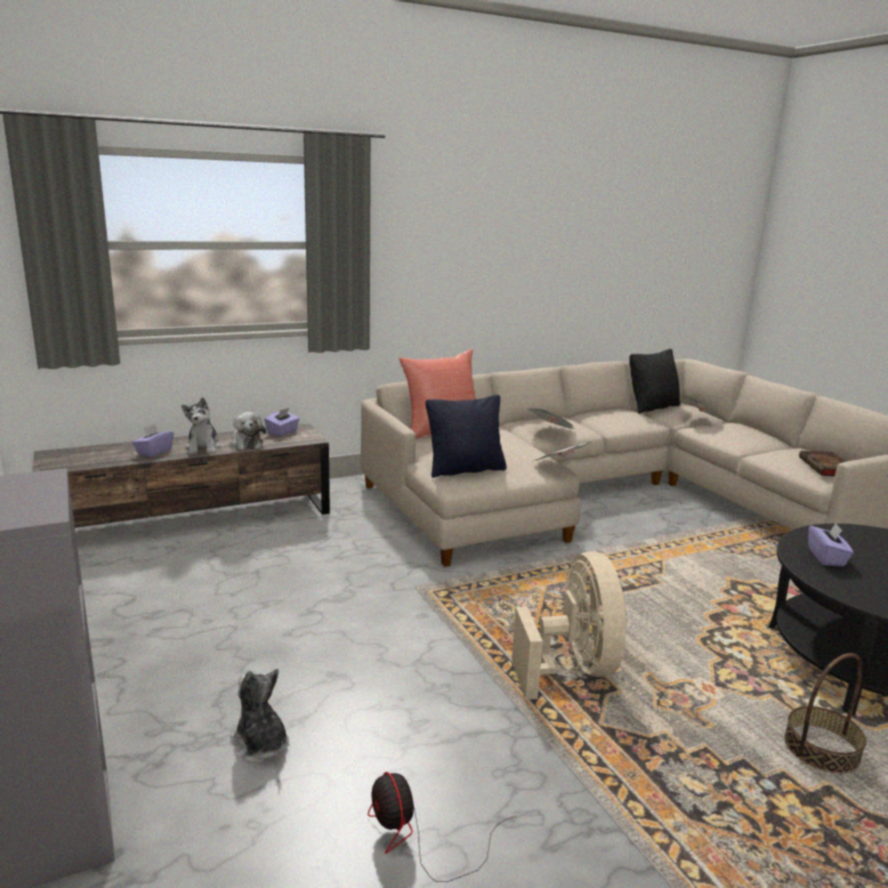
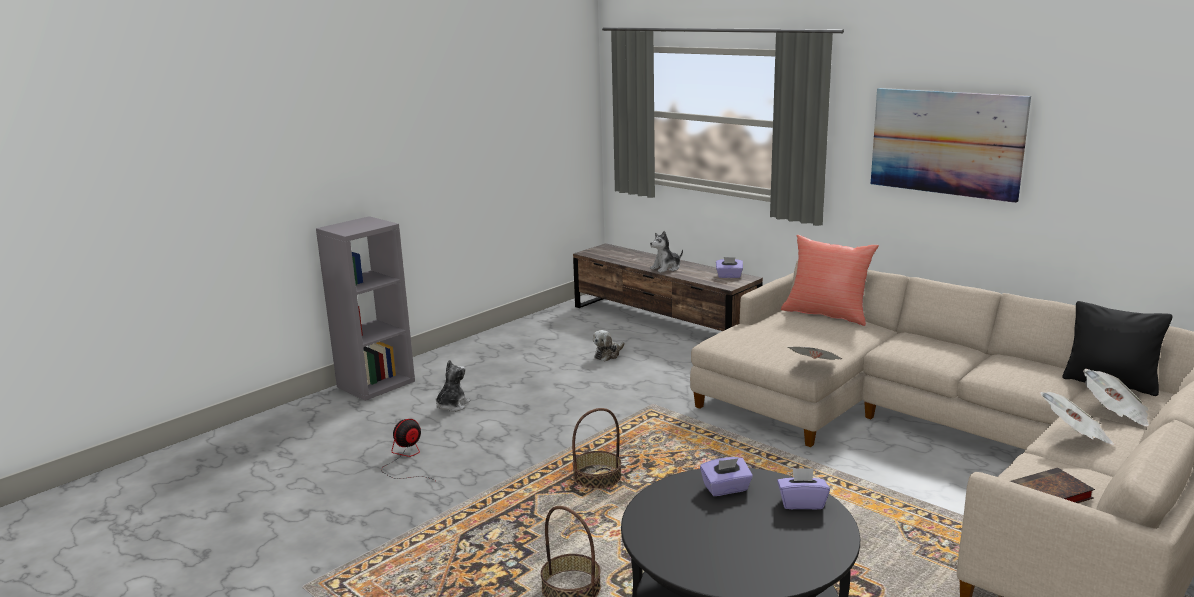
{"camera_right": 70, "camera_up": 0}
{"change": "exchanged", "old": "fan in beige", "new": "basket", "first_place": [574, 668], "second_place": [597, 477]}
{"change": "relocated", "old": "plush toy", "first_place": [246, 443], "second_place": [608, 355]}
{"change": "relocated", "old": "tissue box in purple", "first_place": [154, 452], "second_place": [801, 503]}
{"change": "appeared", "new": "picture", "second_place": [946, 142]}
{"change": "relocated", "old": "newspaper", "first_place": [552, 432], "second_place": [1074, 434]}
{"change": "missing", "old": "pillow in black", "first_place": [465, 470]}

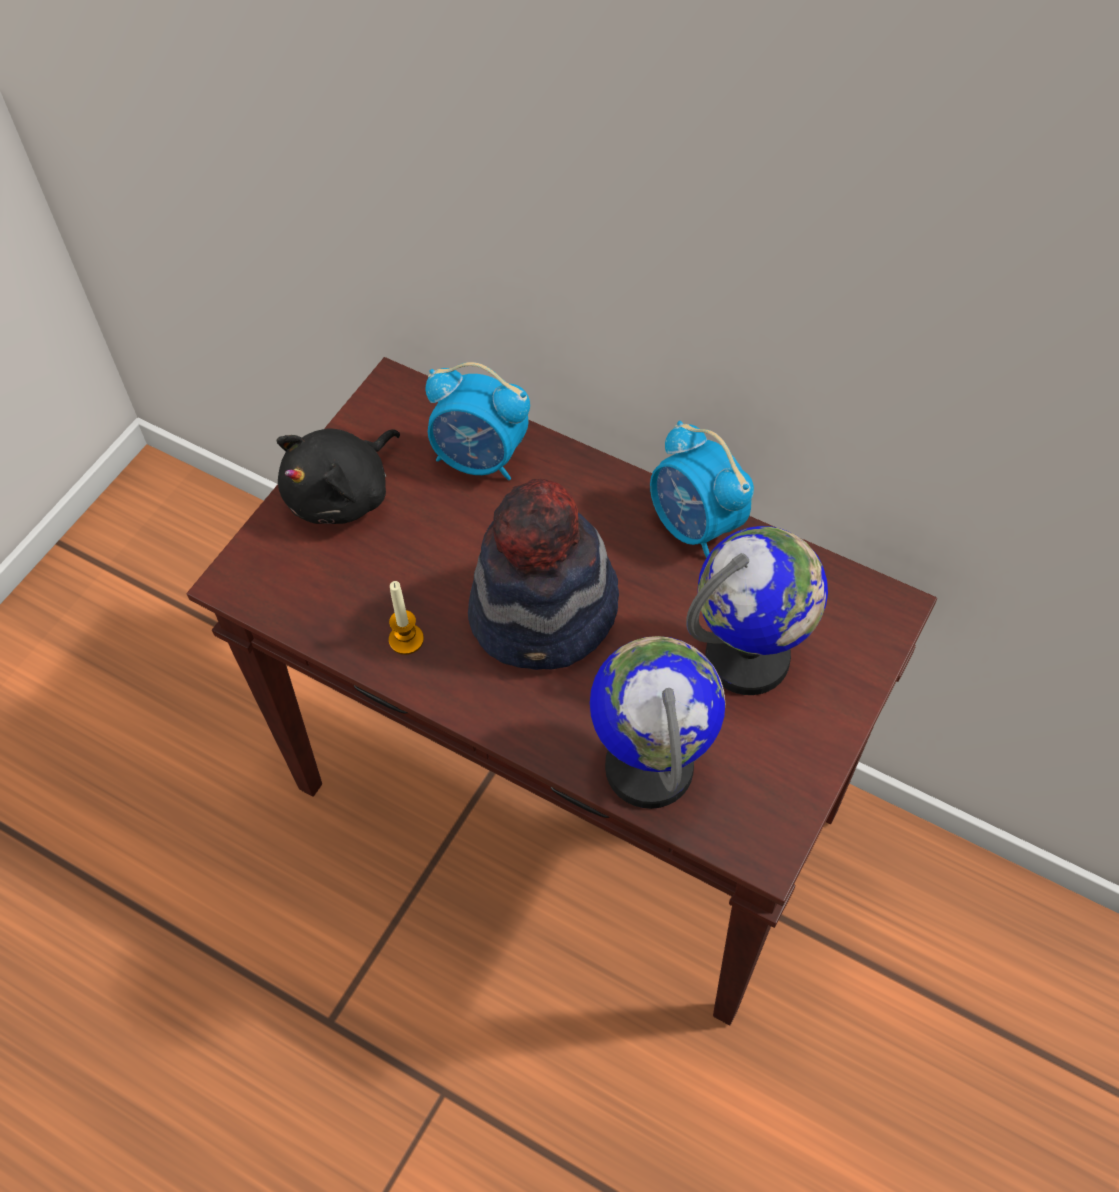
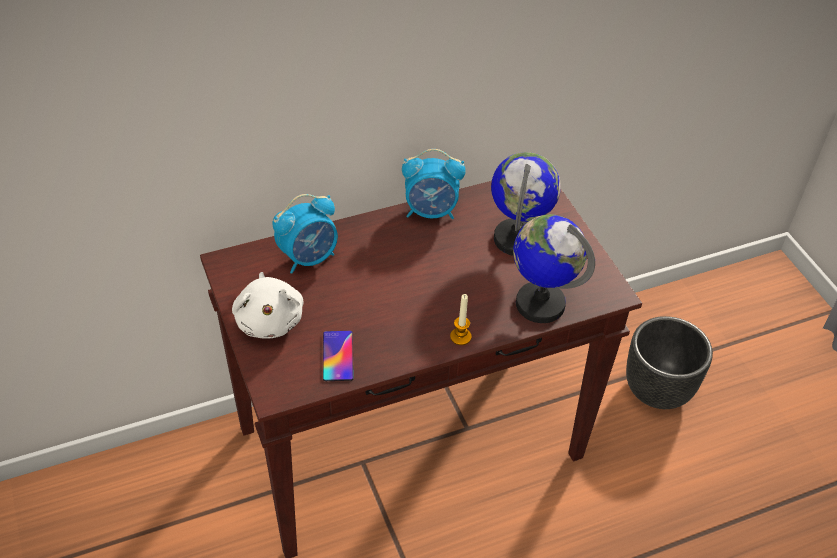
{"camera_right": -55, "camera_up": -10}
{"change": "colour", "old": "plush toy in black", "new": "plush toy in white", "first_place": [343, 494], "second_place": [269, 319]}
{"change": "appeared", "new": "phone", "second_place": [338, 356]}
{"change": "relocated", "old": "candle", "first_place": [406, 639], "second_place": [460, 337]}
{"change": "appeared", "new": "planter in black", "second_place": [657, 389]}
{"change": "missing", "old": "hat", "first_place": [546, 613]}

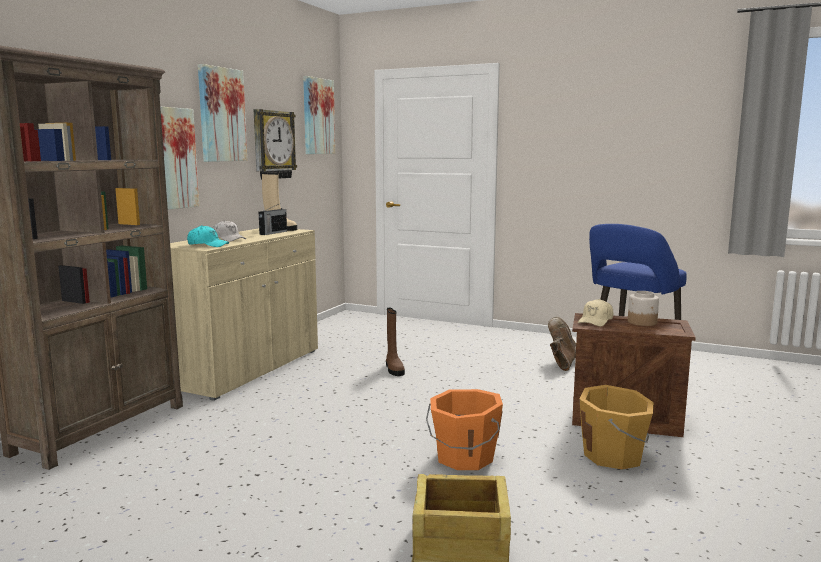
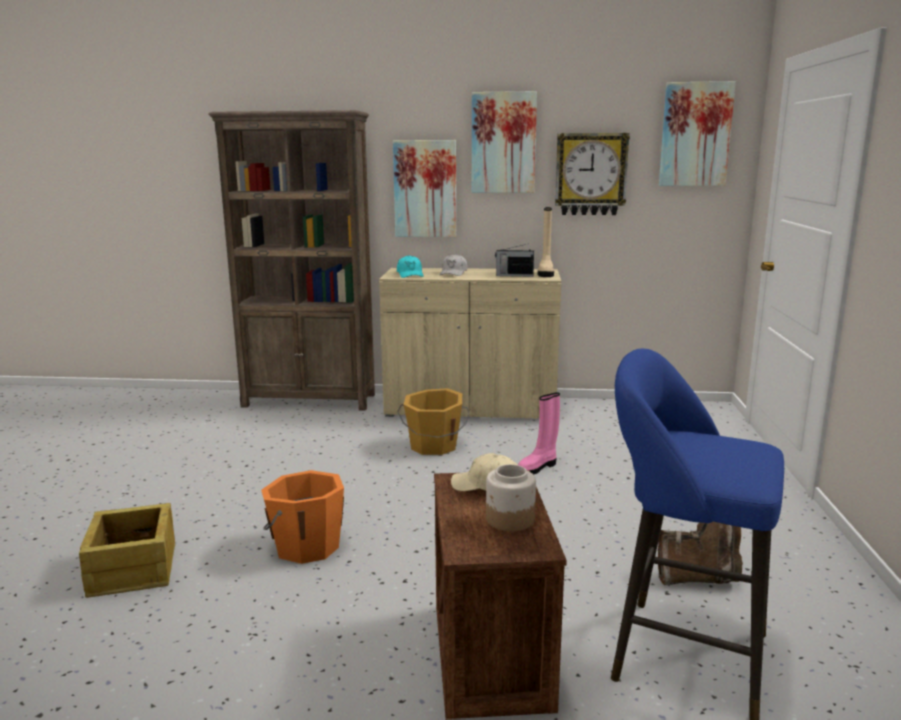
{"camera_right": 70, "camera_up": 5}
{"change": "relocated", "old": "bucket in orange", "first_place": [614, 456], "second_place": [433, 446]}
{"change": "colour", "old": "boot in brown", "new": "boot in pink", "first_place": [394, 369], "second_place": [538, 467]}

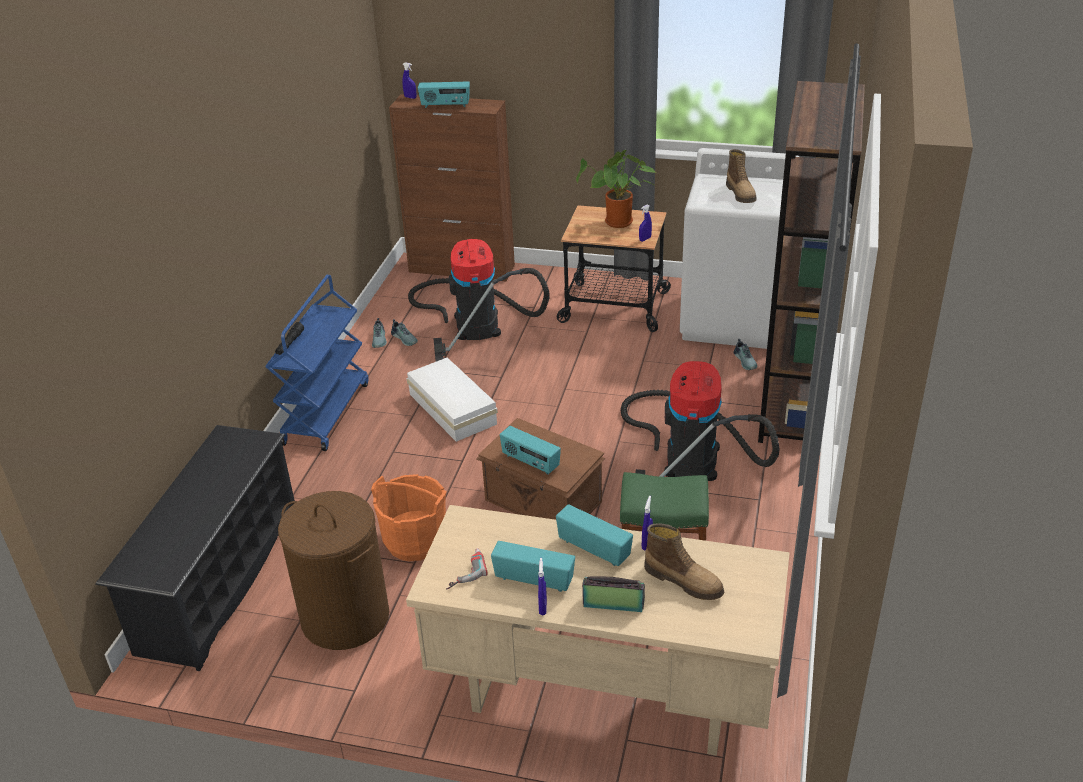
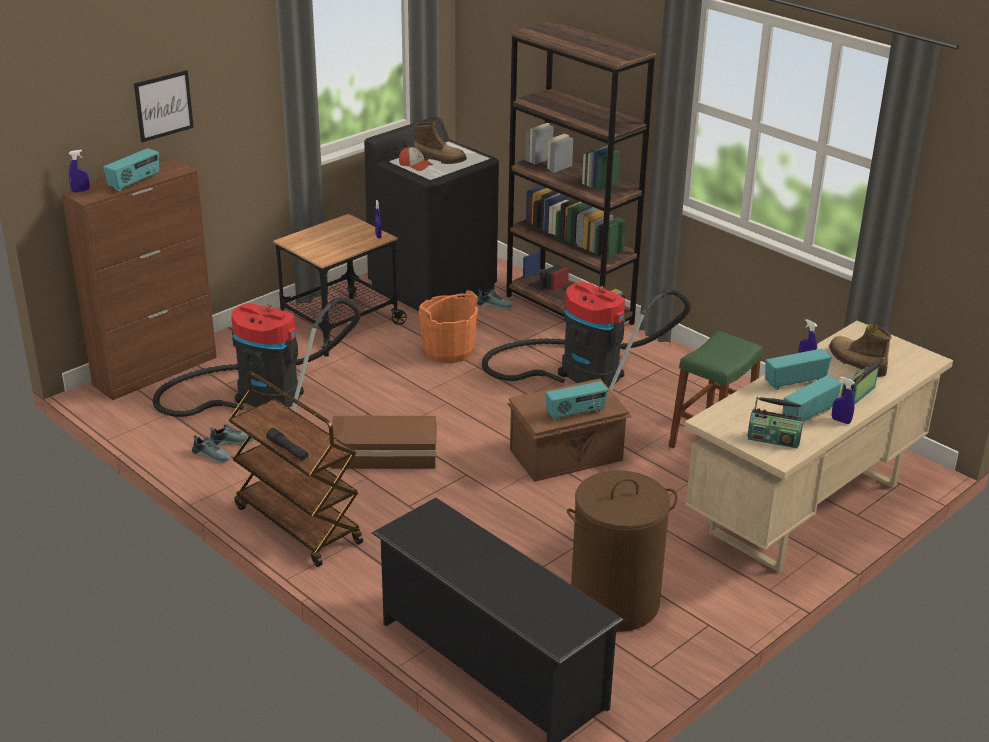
{"camera_right": -60, "camera_up": -5}
{"change": "appeared", "new": "picture", "second_place": [163, 105]}
{"change": "colour", "old": "cart in blue", "new": "cart in brown", "first_place": [325, 413], "second_place": [296, 524]}
{"change": "colour", "old": "storage box in white", "new": "storage box in brown", "first_place": [452, 407], "second_place": [382, 453]}
{"change": "colour", "old": "washing machine in white", "new": "washing machine in black", "first_place": [733, 319], "second_place": [433, 287]}
{"change": "appeared", "new": "cap", "second_place": [415, 165]}
{"change": "relocated", "old": "bucket in orange", "first_place": [415, 541], "second_place": [448, 351]}
{"change": "exchanged", "old": "power drill", "new": "radio", "first_place": [464, 571], "second_place": [773, 439]}
{"change": "spun", "old": "boot", "first_place": [684, 581], "second_place": [855, 363], "degrees": -105}
{"change": "missing", "old": "potted plant", "first_place": [618, 224]}

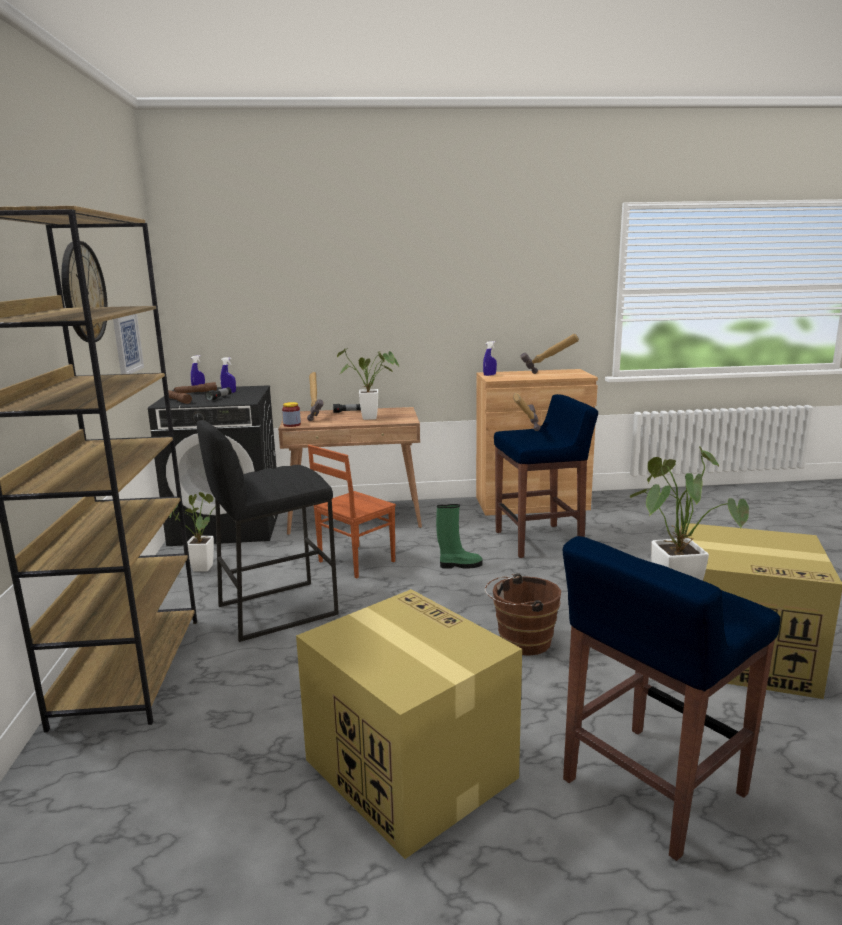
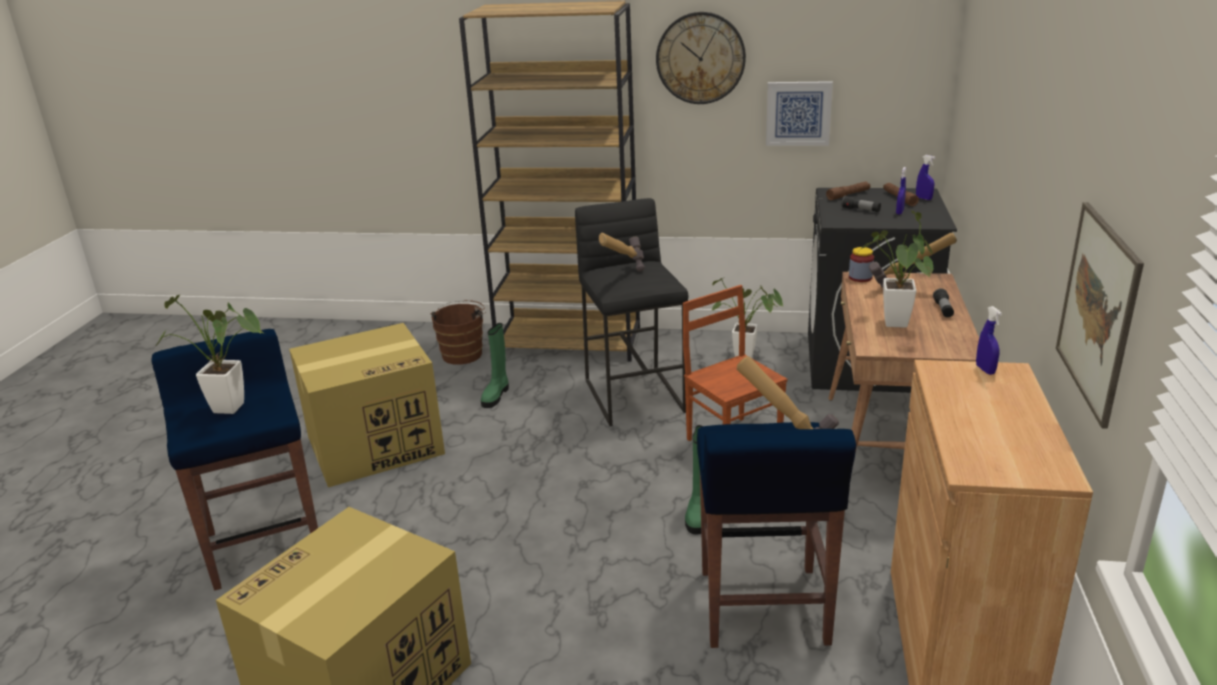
{"camera_right": 105, "camera_up": 10}
{"change": "relocated", "old": "bucket in brown", "first_place": [520, 642], "second_place": [463, 353]}
{"change": "appeared", "new": "boot in green", "second_place": [496, 395]}
{"change": "relocated", "old": "hammer", "first_place": [548, 375], "second_place": [621, 276]}
{"change": "appeared", "new": "picture", "second_place": [1097, 311]}

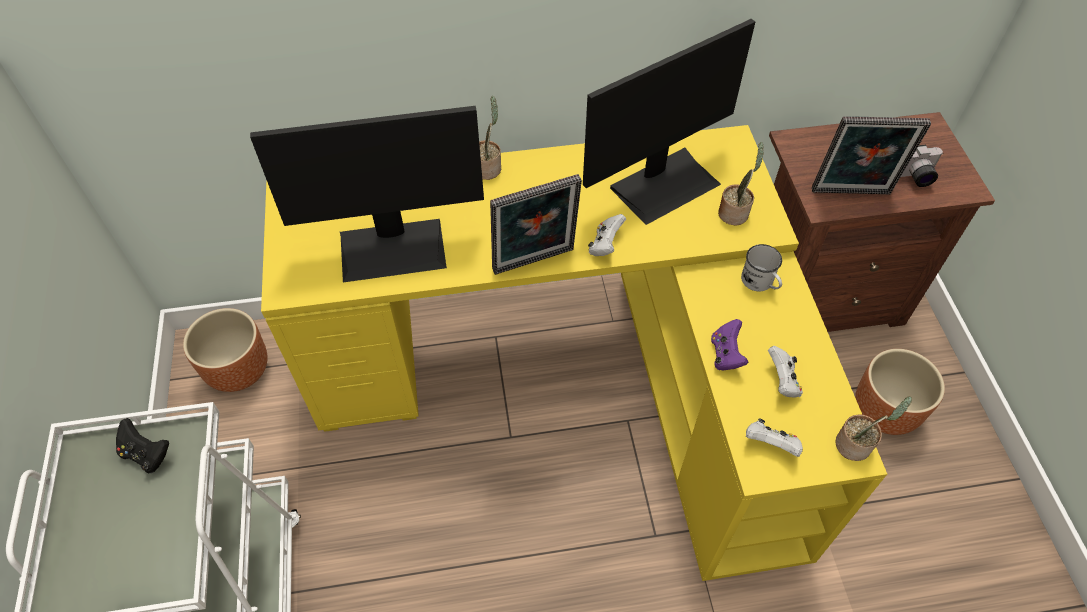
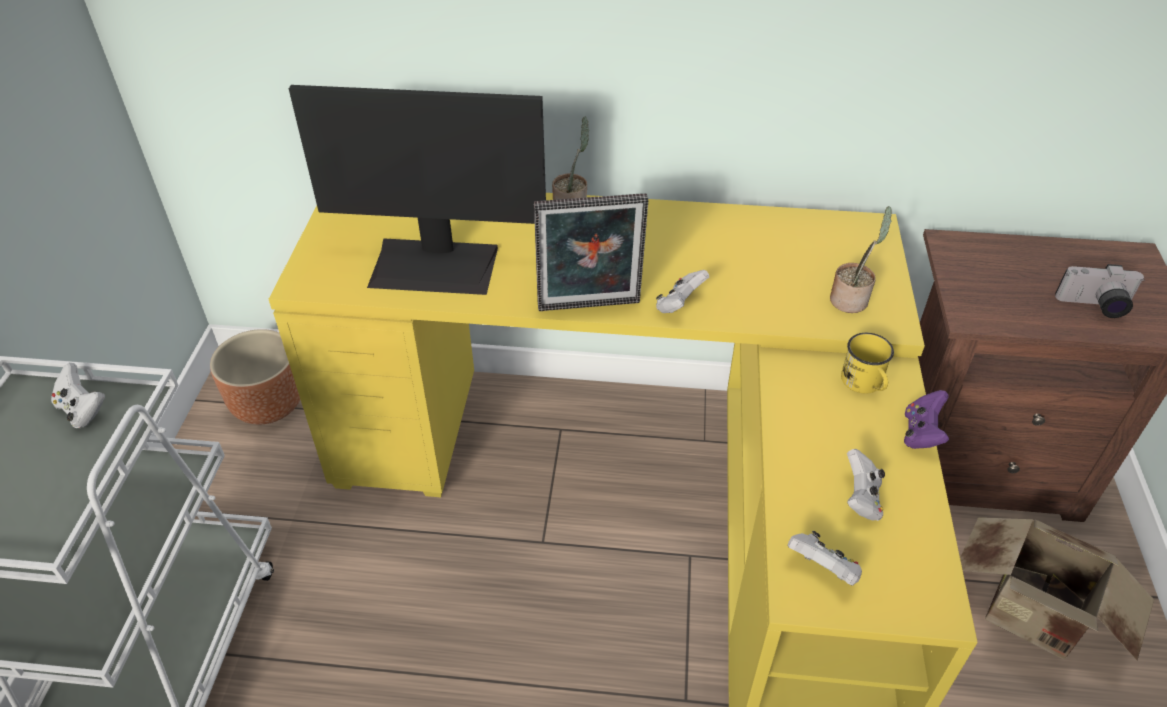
{"camera_right": 15, "camera_up": -10}
{"change": "colour", "old": "game controller in black", "new": "game controller in white", "first_place": [147, 454], "second_place": [83, 410]}
{"change": "colour", "old": "mug in white", "new": "mug in yellow", "first_place": [760, 283], "second_place": [864, 384]}
{"change": "relocated", "old": "game controller in purple", "first_place": [726, 354], "second_place": [921, 433]}
{"change": "exchanged", "old": "planter in brown", "new": "cardboard box", "first_place": [885, 410], "second_place": [1034, 620]}
{"change": "missing", "old": "monitor", "first_place": [664, 184]}
{"change": "missing", "old": "picture frame", "first_place": [851, 194]}
{"change": "missing", "old": "potted plant", "first_place": [856, 445]}

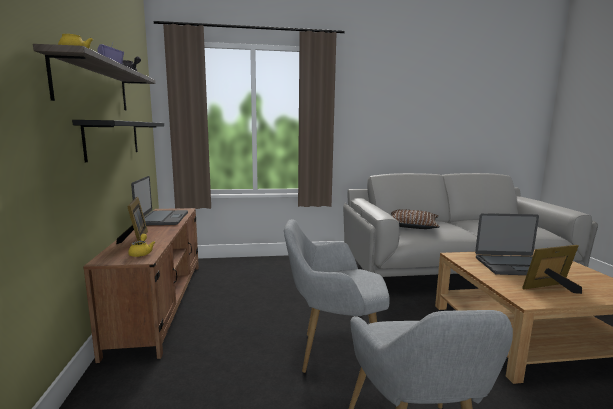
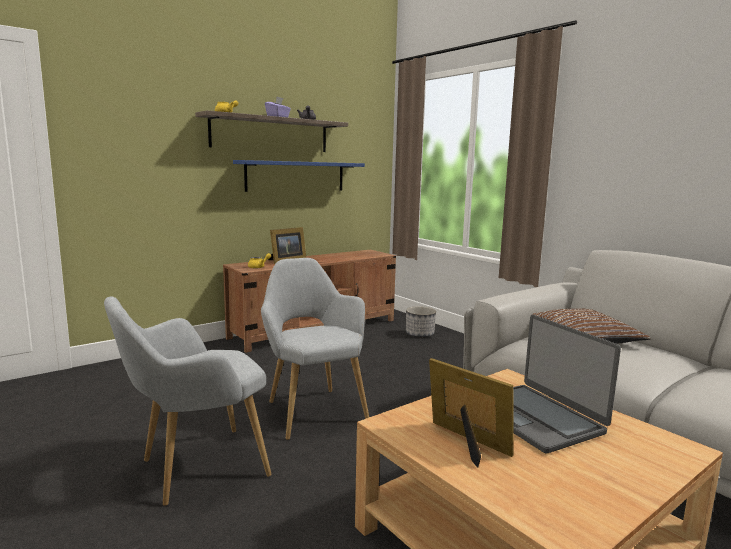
{"camera_right": 60, "camera_up": 0}
{"change": "colour", "old": "shelf in black", "new": "shelf in blue", "first_place": [113, 139], "second_place": [296, 176]}
{"change": "appeared", "new": "planter", "second_place": [420, 334]}
{"change": "missing", "old": "laptop", "first_place": [162, 219]}

